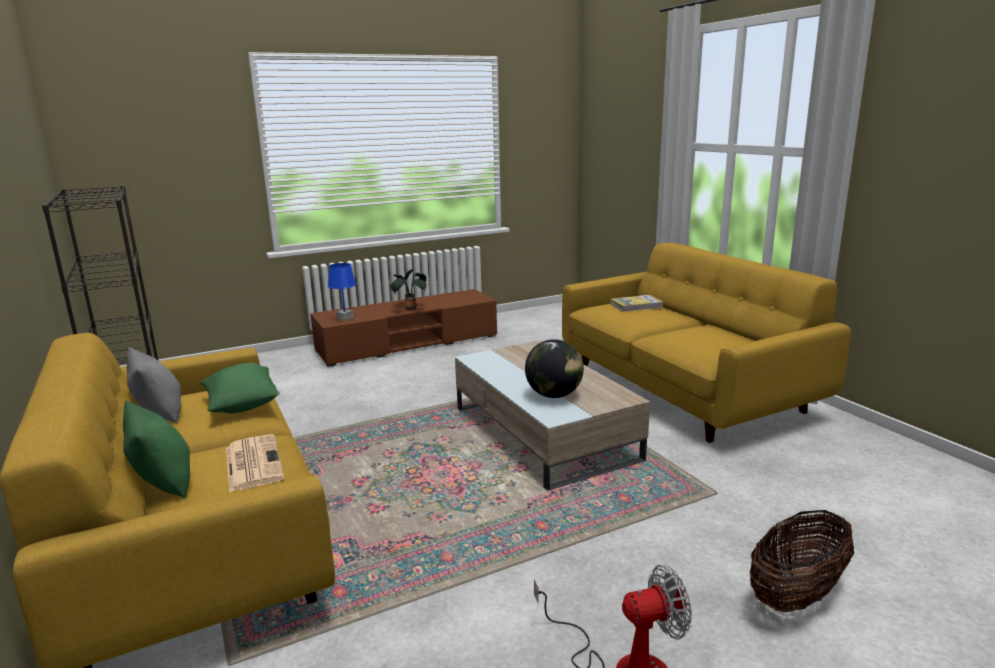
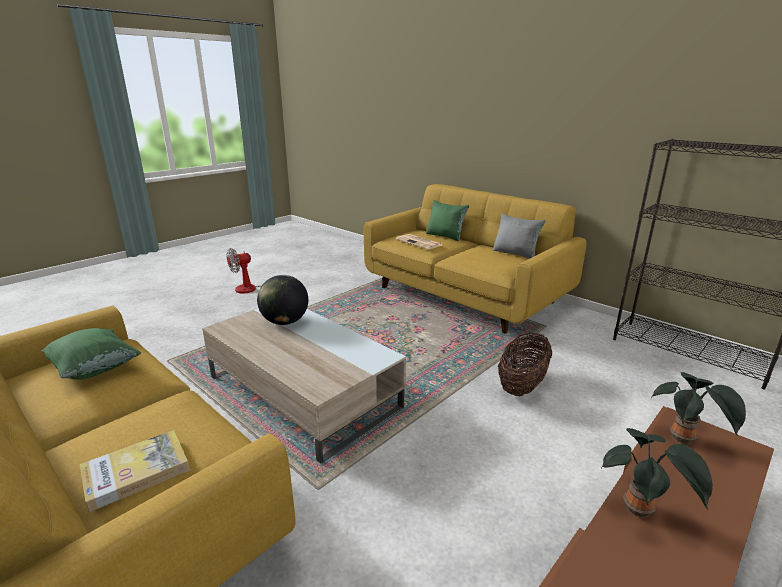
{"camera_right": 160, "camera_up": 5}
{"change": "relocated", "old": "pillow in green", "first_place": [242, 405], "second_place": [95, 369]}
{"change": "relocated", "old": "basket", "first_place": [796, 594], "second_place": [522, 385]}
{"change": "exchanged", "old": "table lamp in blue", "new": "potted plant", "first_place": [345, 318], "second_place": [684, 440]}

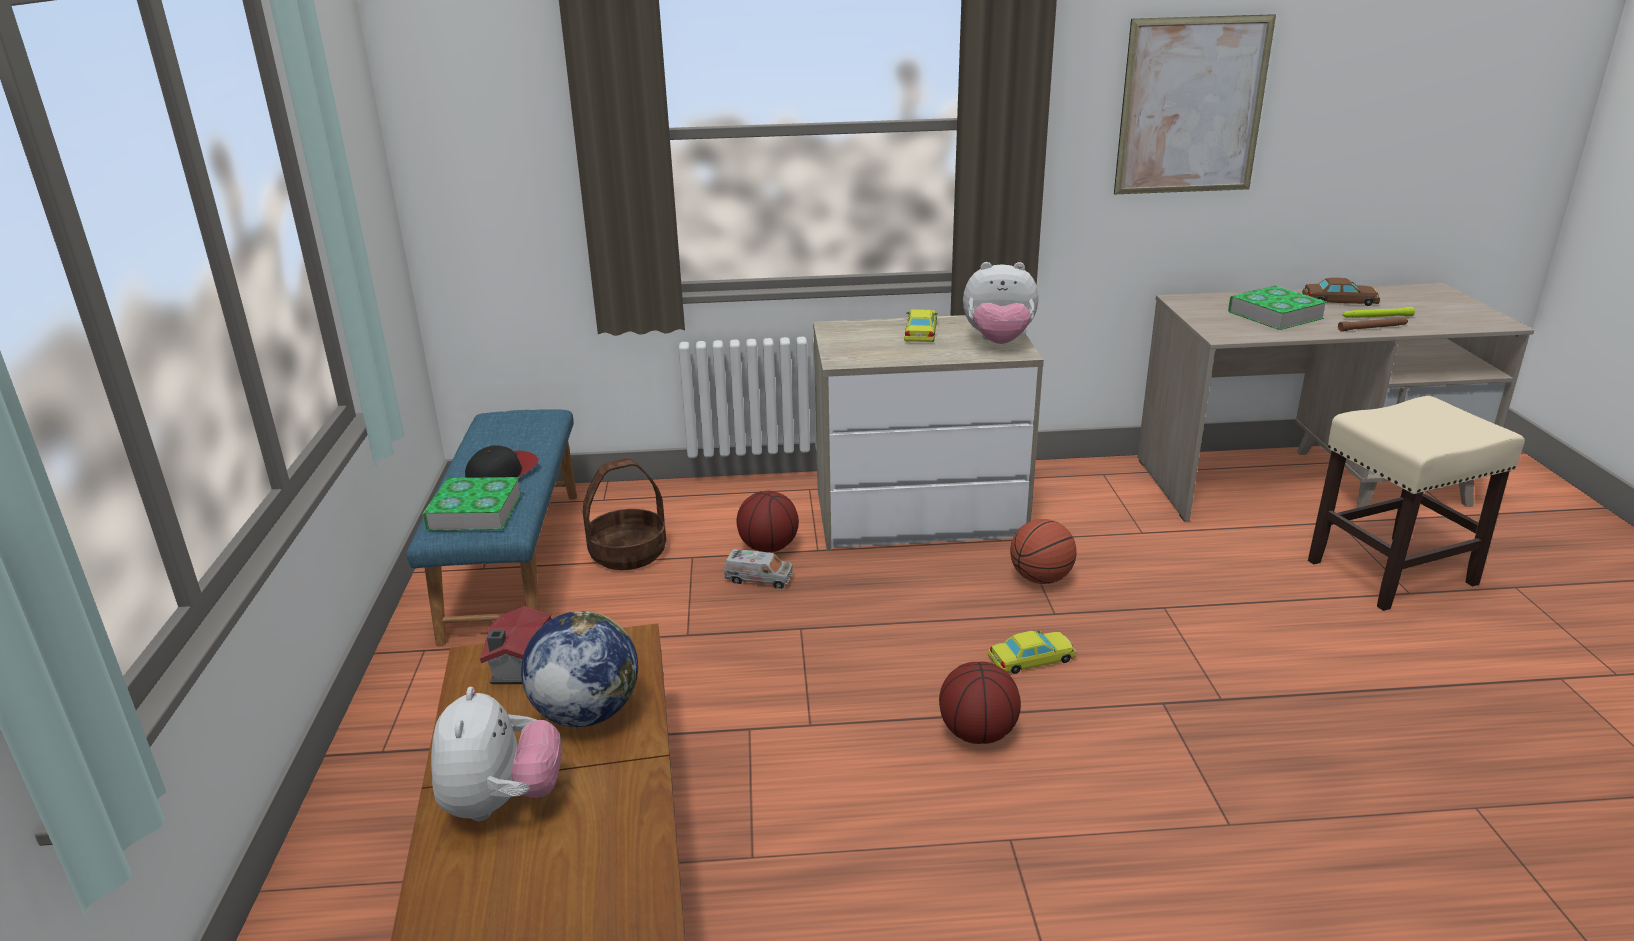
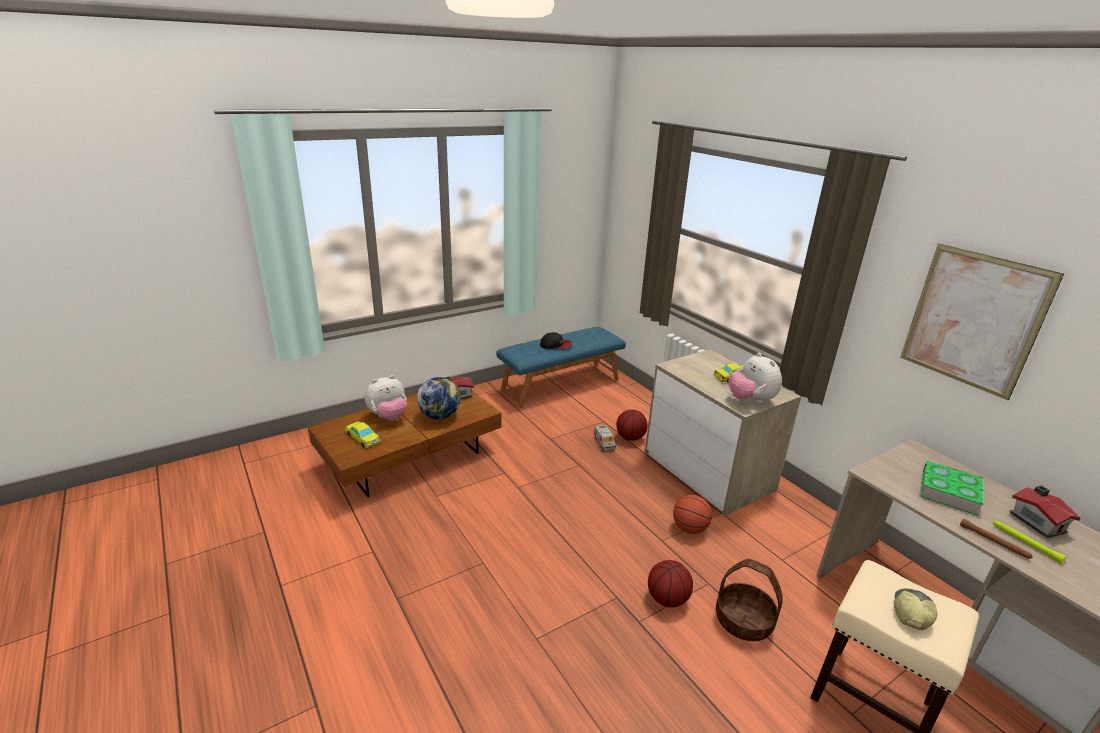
{"camera_right": 60, "camera_up": 0}
{"change": "relocated", "old": "toy car in yellow", "first_place": [1032, 658], "second_place": [363, 437]}
{"change": "relocated", "old": "basketball", "first_place": [978, 733], "second_place": [668, 599]}
{"change": "relocated", "old": "basket", "first_place": [628, 553], "second_place": [744, 621]}
{"change": "appeared", "new": "cap", "second_place": [911, 612]}
{"change": "exchanged", "old": "toy car in brown", "new": "toy house", "first_place": [1340, 300], "second_place": [1037, 521]}
{"change": "missing", "old": "book", "first_place": [475, 512]}

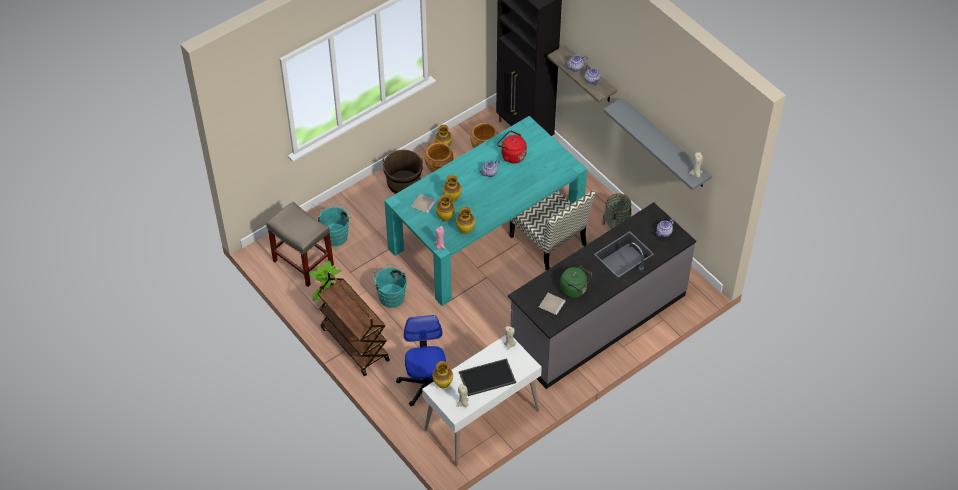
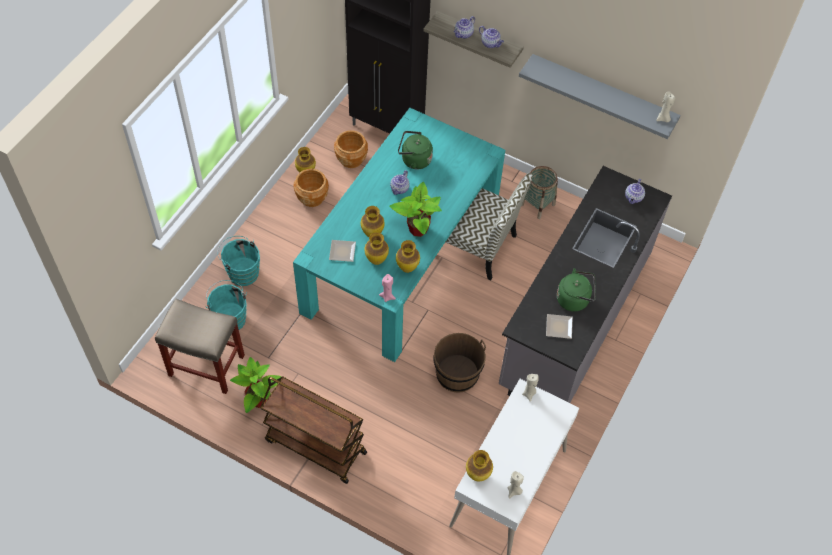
{"camera_right": -25, "camera_up": 5}
{"change": "relocated", "old": "bucket in turquoise", "first_place": [391, 296], "second_place": [242, 272]}
{"change": "appeared", "new": "potted plant", "second_place": [418, 229]}
{"change": "colour", "old": "kettle in red", "new": "kettle in green", "first_place": [512, 155], "second_place": [414, 160]}
{"change": "relocated", "old": "bucket in brown", "first_place": [403, 183], "second_place": [457, 374]}
{"change": "missing", "old": "office chair", "first_place": [426, 384]}
{"change": "missing", "old": "tray", "first_place": [487, 378]}

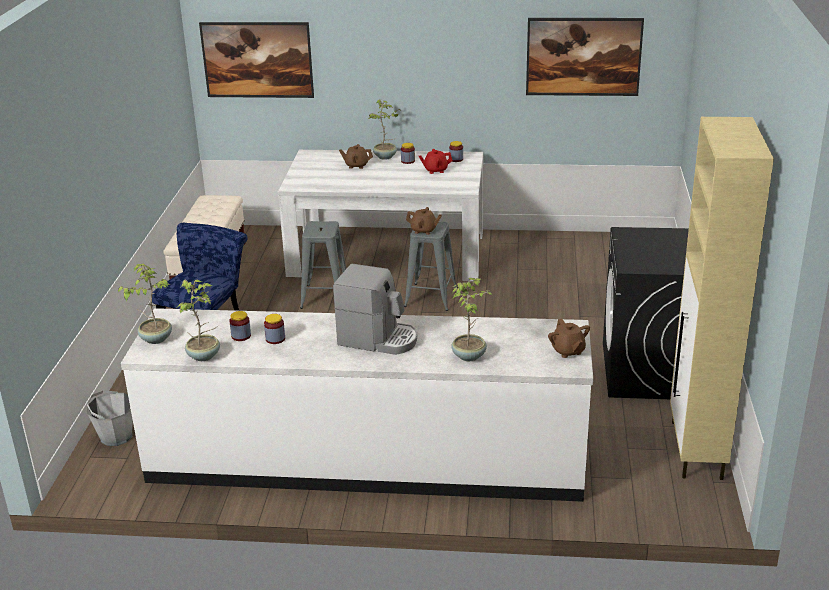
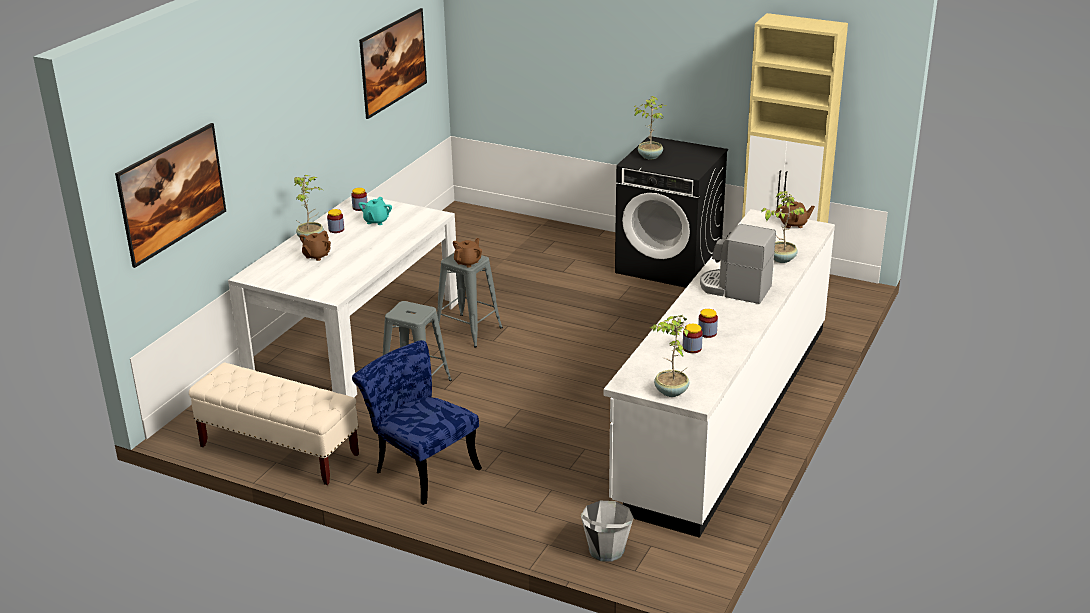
{"camera_right": -70, "camera_up": 0}
{"change": "colour", "old": "teapot in red", "new": "teapot in turquoise", "first_place": [435, 170], "second_place": [376, 221]}
{"change": "relocated", "old": "potted plant", "first_place": [204, 356], "second_place": [650, 156]}
{"change": "spun", "old": "coffee machine", "first_place": [378, 339], "second_place": [734, 289], "degrees": -105}

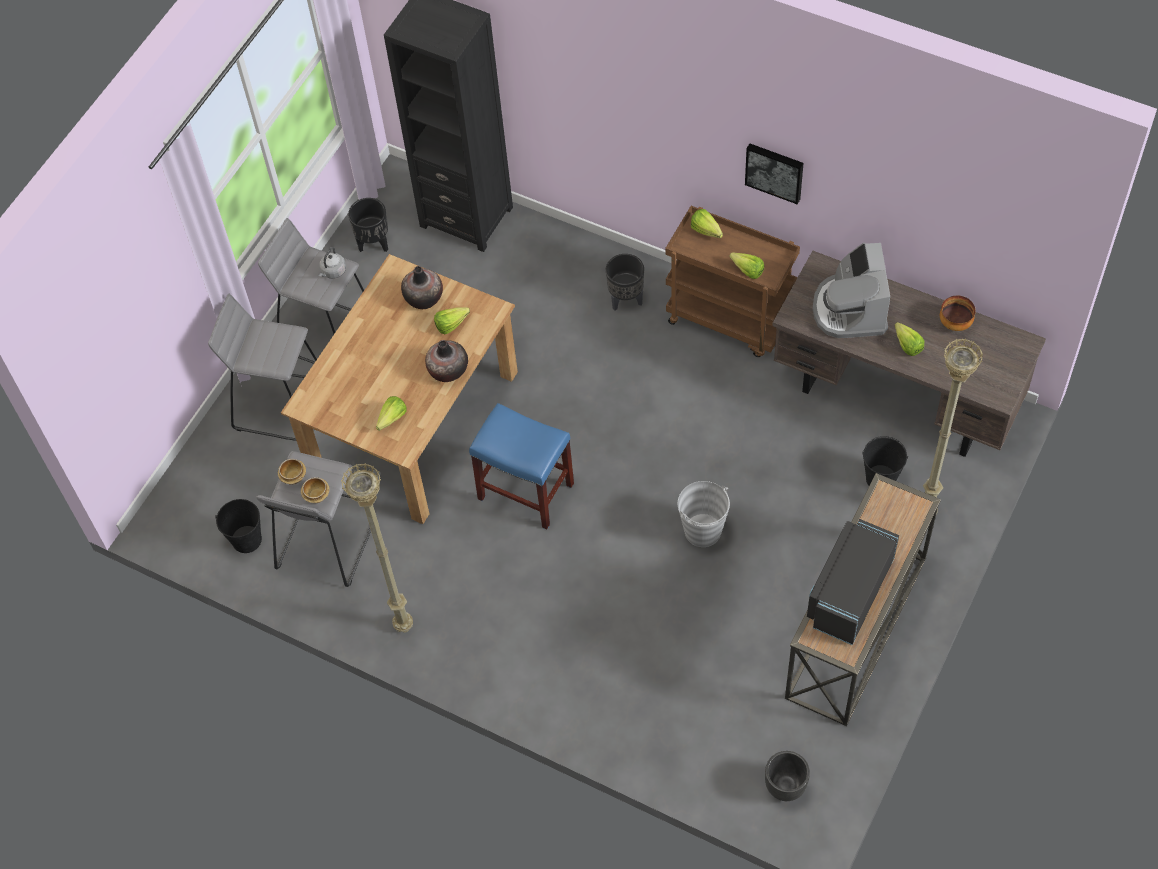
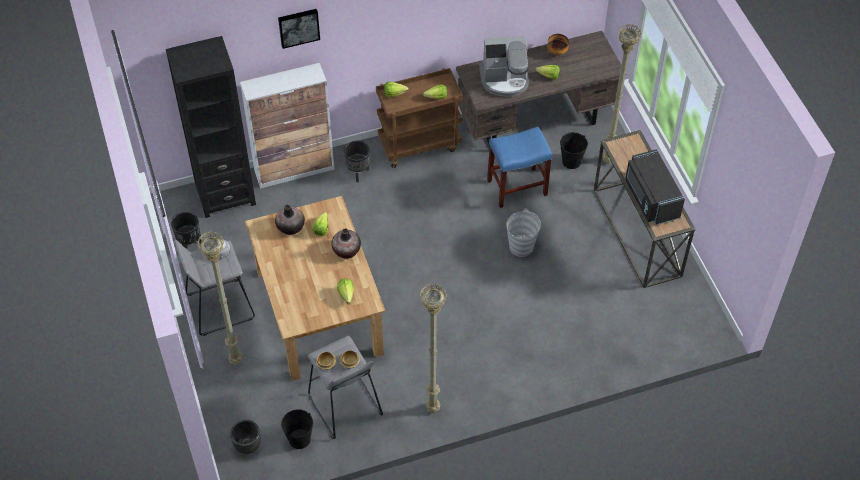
{"camera_right": -50, "camera_up": -5}
{"change": "exchanged", "old": "stool in grey", "new": "floor lamp in beige", "first_place": [281, 404], "second_place": [235, 360]}
{"change": "relocated", "old": "planter in black", "first_place": [784, 786], "second_place": [247, 446]}
{"change": "appeared", "new": "cabinet", "second_place": [294, 170]}
{"change": "relocated", "old": "picture", "first_place": [775, 171], "second_place": [298, 27]}
{"change": "spun", "old": "coffee machine", "first_place": [850, 309], "second_place": [504, 79], "degrees": -45}
{"change": "relocated", "old": "stool in blue", "first_place": [524, 491], "second_place": [516, 188]}

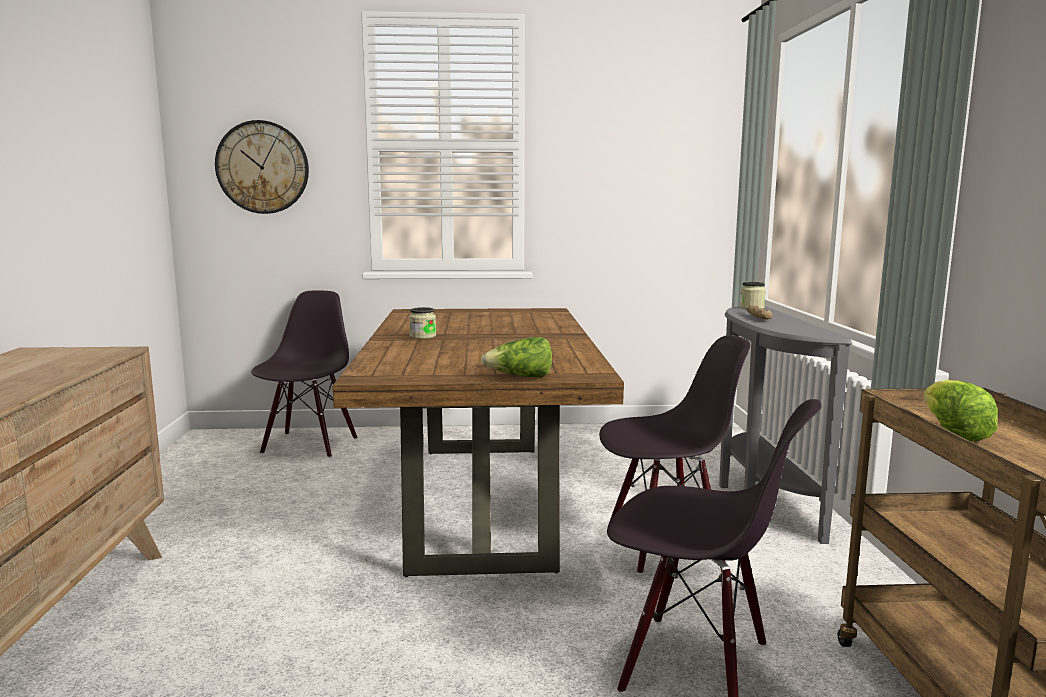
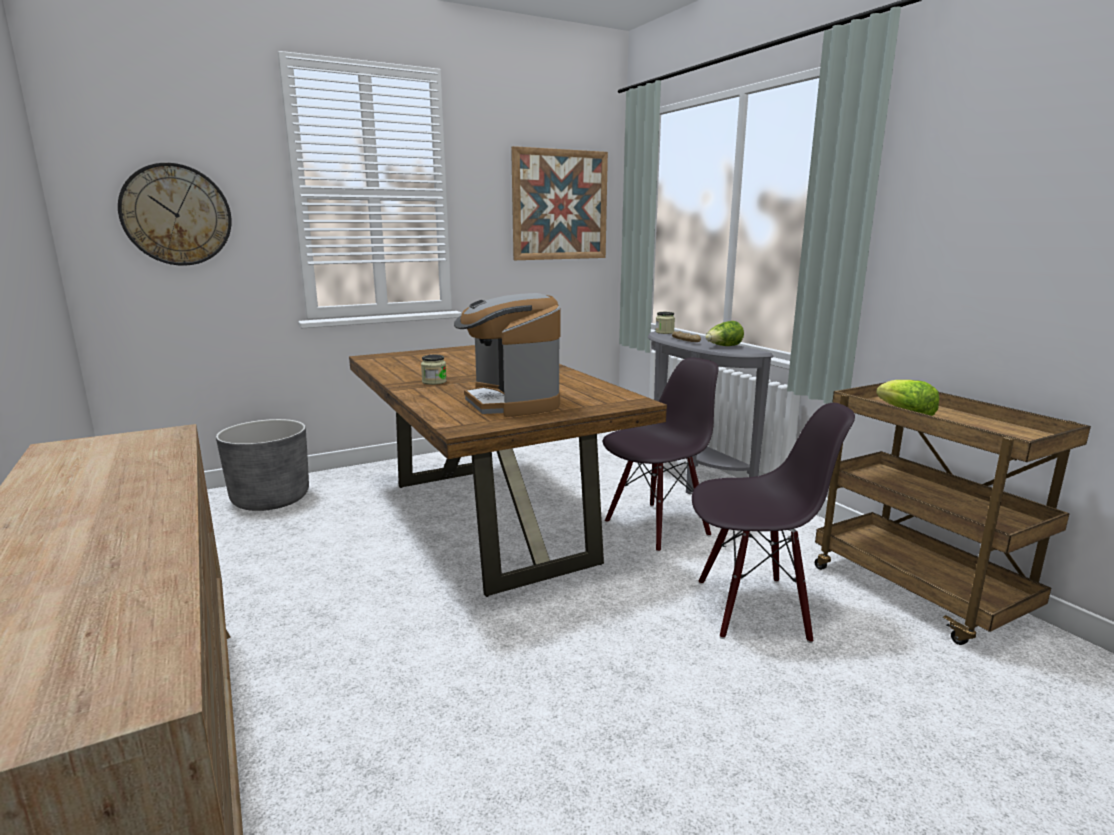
{"camera_right": -25, "camera_up": 5}
{"change": "exchanged", "old": "chair in black", "new": "planter in grey", "first_place": [309, 445], "second_place": [271, 499]}
{"change": "appeared", "new": "coffee machine", "second_place": [511, 403]}
{"change": "appeared", "new": "picture", "second_place": [560, 205]}
{"change": "relocated", "old": "lettuce", "first_place": [520, 377], "second_place": [723, 347]}

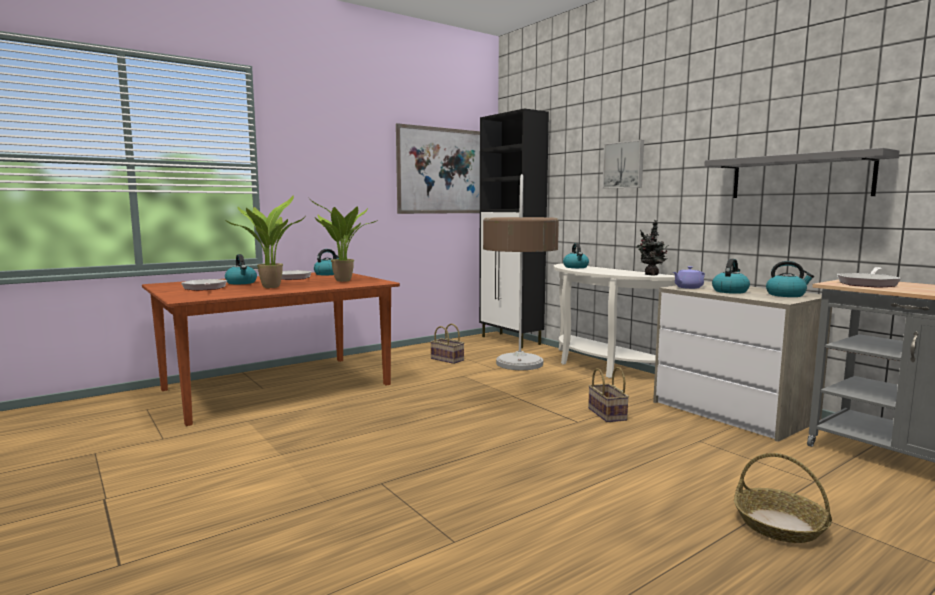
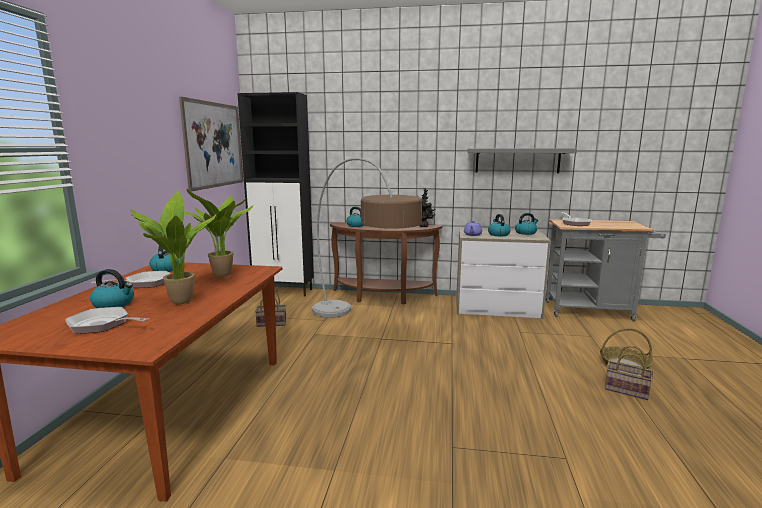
{"camera_right": -45, "camera_up": 5}
{"change": "colour", "old": "console table in white", "new": "console table in brown", "first_place": [599, 366], "second_place": [382, 297]}
{"change": "relocated", "old": "basket", "first_place": [605, 414], "second_place": [625, 390]}
{"change": "missing", "old": "picture", "first_place": [624, 165]}

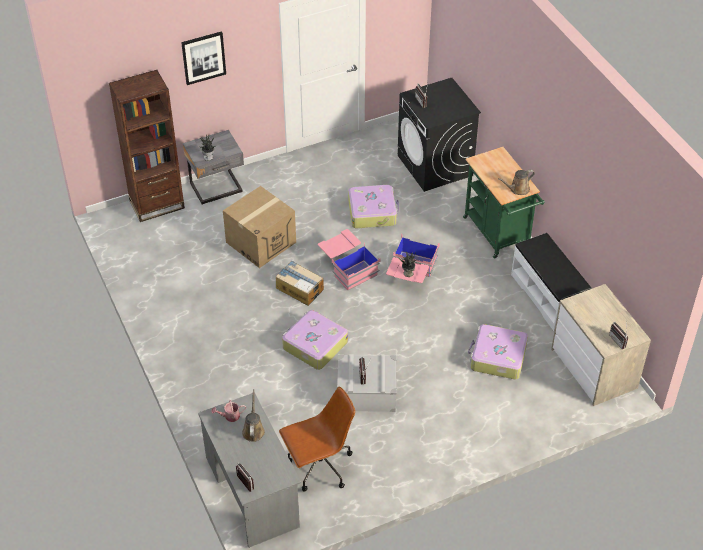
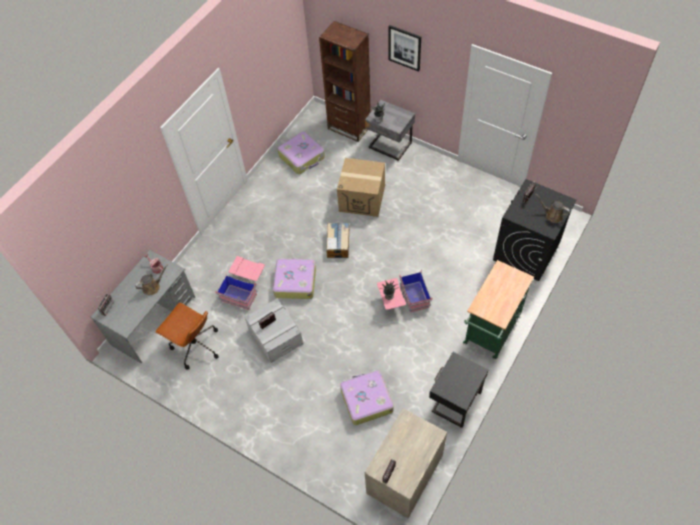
{"camera_right": 60, "camera_up": 10}
{"change": "relocated", "old": "storage box in pink", "first_place": [348, 267], "second_place": [244, 288]}
{"change": "relocated", "old": "suitcase", "first_place": [372, 212], "second_place": [302, 157]}
{"change": "exchanged", "old": "bench in white", "new": "nightstand in black", "first_place": [548, 296], "second_place": [454, 402]}
{"change": "relocated", "old": "watering can in brown", "first_place": [517, 189], "second_place": [552, 215]}

